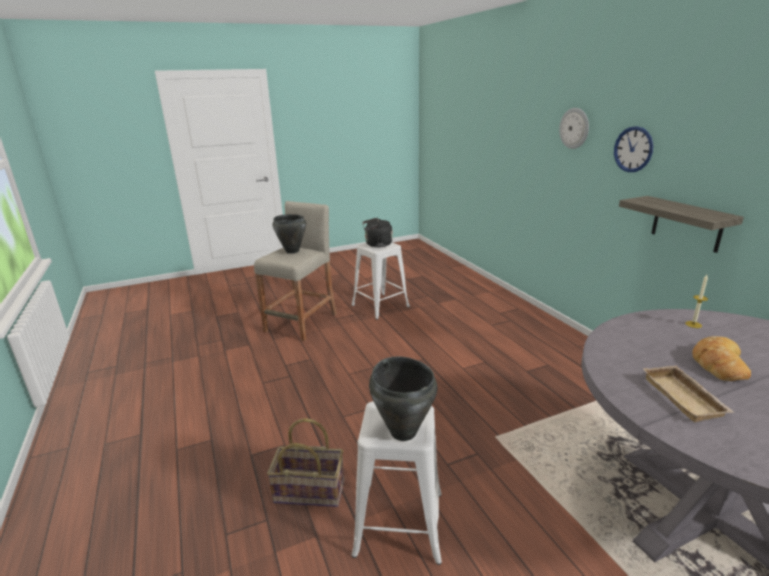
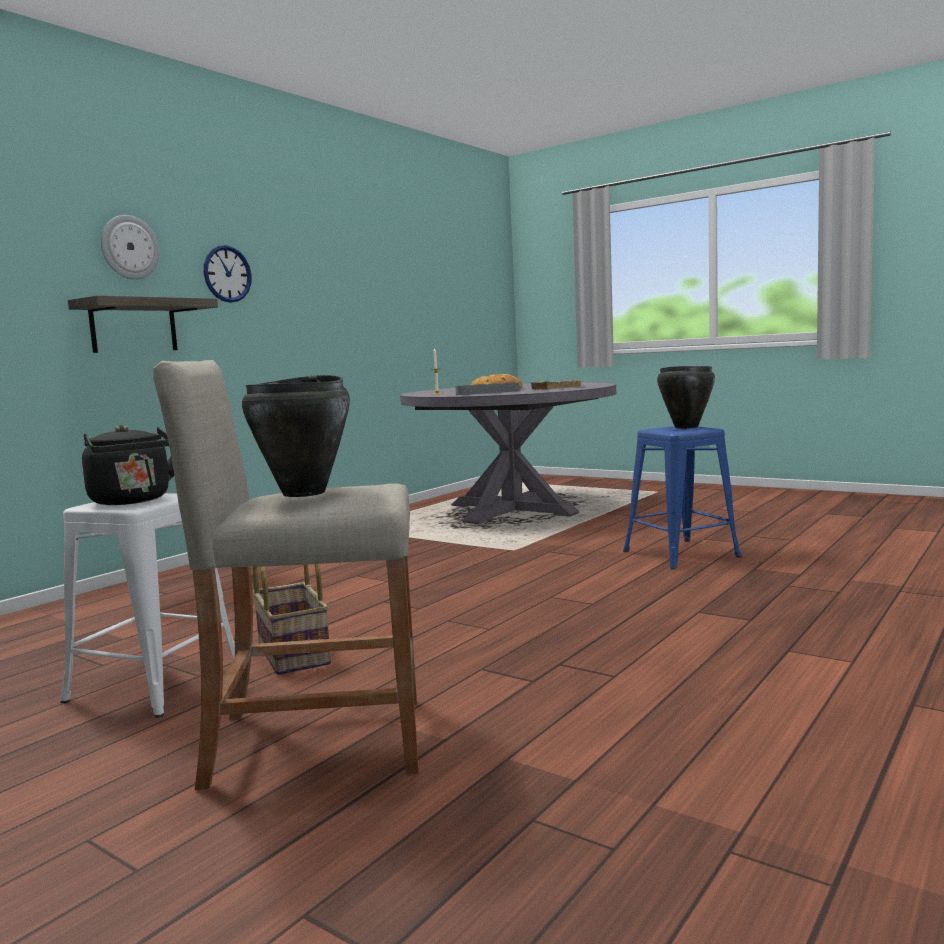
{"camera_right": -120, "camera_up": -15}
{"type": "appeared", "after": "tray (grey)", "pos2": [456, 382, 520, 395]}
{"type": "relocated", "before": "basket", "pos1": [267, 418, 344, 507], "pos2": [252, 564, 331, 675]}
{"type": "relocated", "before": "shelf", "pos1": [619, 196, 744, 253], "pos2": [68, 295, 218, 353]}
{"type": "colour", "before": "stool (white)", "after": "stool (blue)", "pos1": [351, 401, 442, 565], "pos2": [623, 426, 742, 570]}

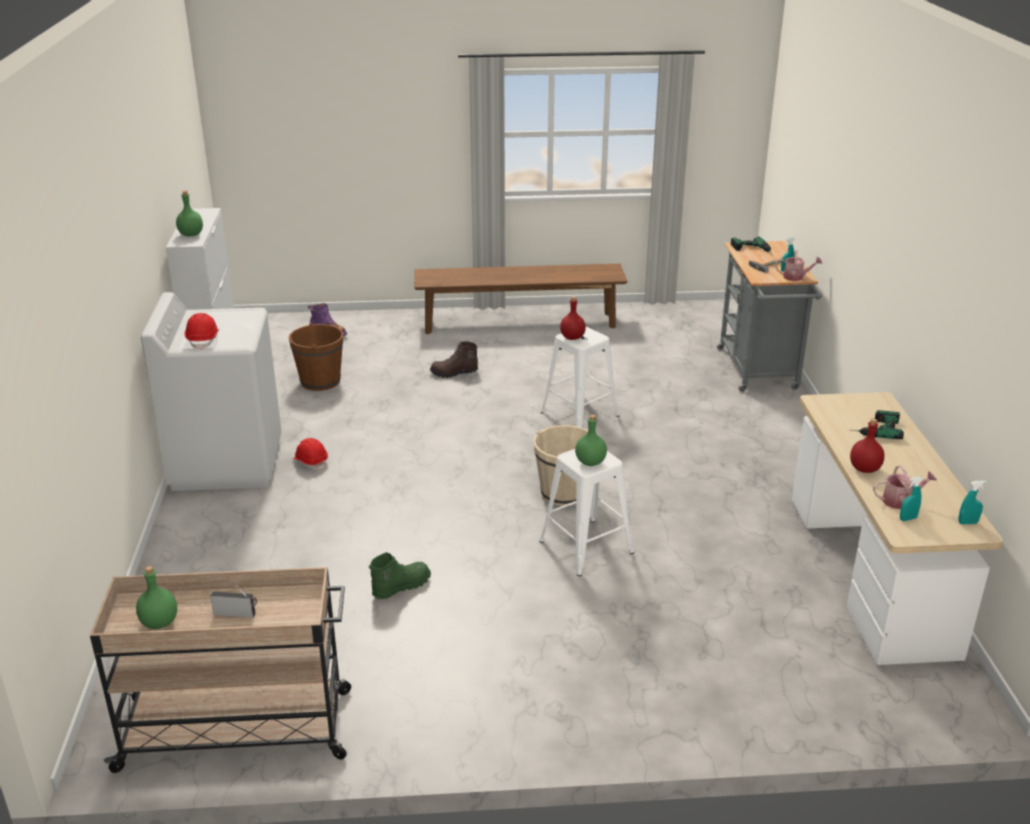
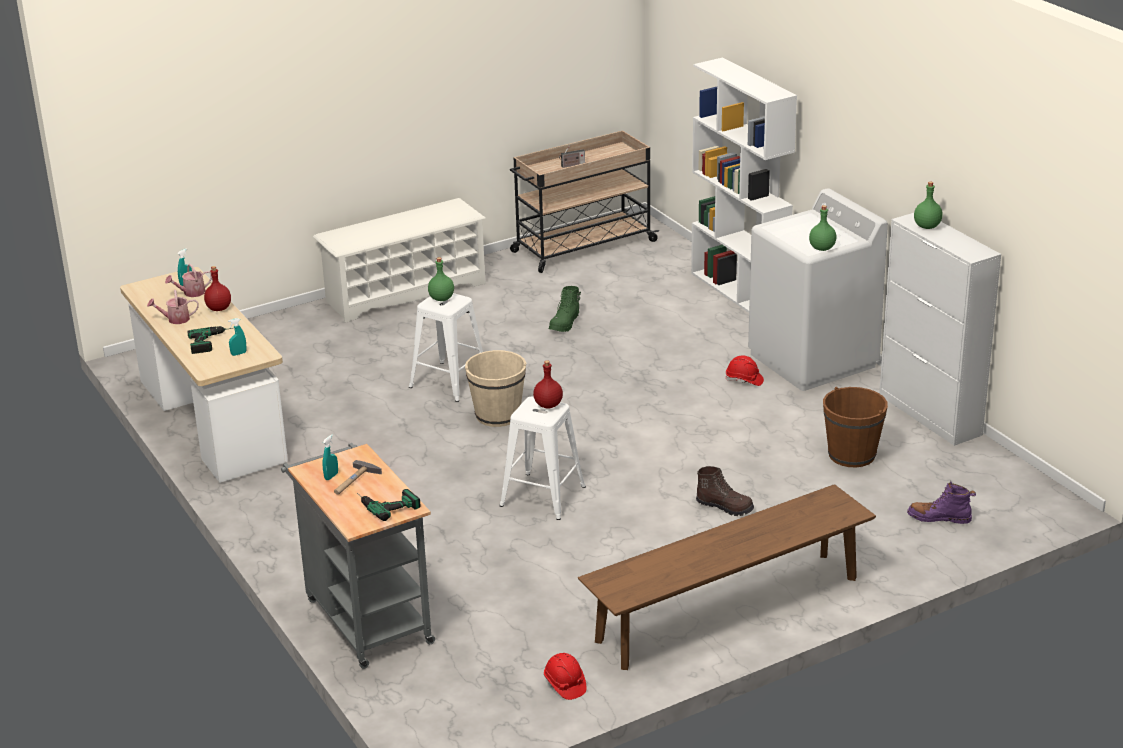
{"camera_right": 155, "camera_up": 0}
{"type": "appeared", "after": "shoe rack (white)", "pos2": [313, 198, 486, 323]}
{"type": "appeared", "after": "bookcase (white)", "pos2": [691, 57, 797, 313]}
{"type": "relocated", "before": "bottle (green)", "pos1": [136, 566, 177, 629], "pos2": [809, 205, 837, 251]}
{"type": "relocated", "before": "hard hat (red)", "pos1": [184, 313, 219, 350], "pos2": [544, 653, 587, 700]}
{"type": "relocated", "before": "watering can", "pos1": [775, 249, 823, 281], "pos2": [147, 290, 199, 324]}
{"type": "relocated", "before": "spray bottle (turquoise)", "pos1": [958, 480, 987, 524], "pos2": [228, 318, 247, 356]}
{"type": "spun", "before": "boot (brown)", "pos1": [430, 341, 478, 378], "pos2": [696, 466, 754, 516], "turn": 60}

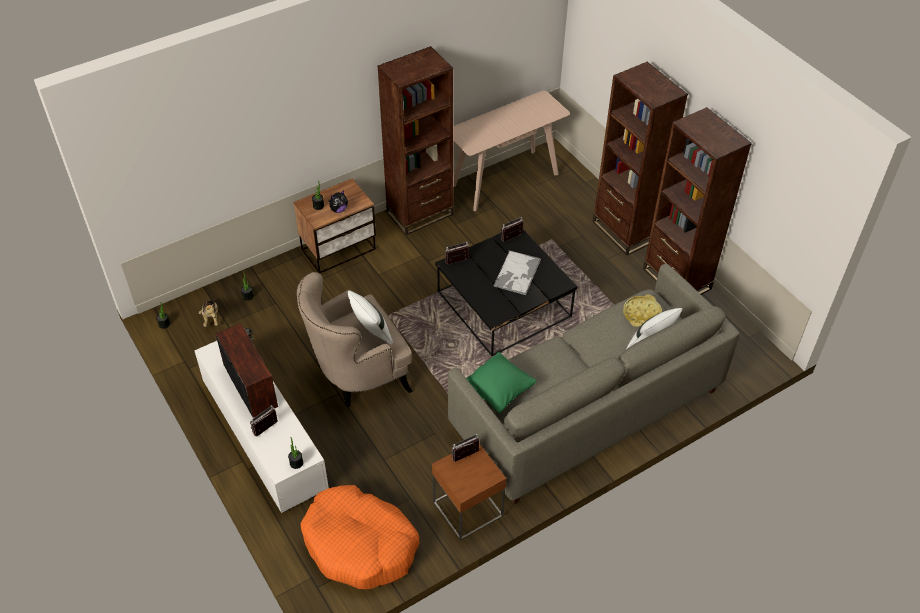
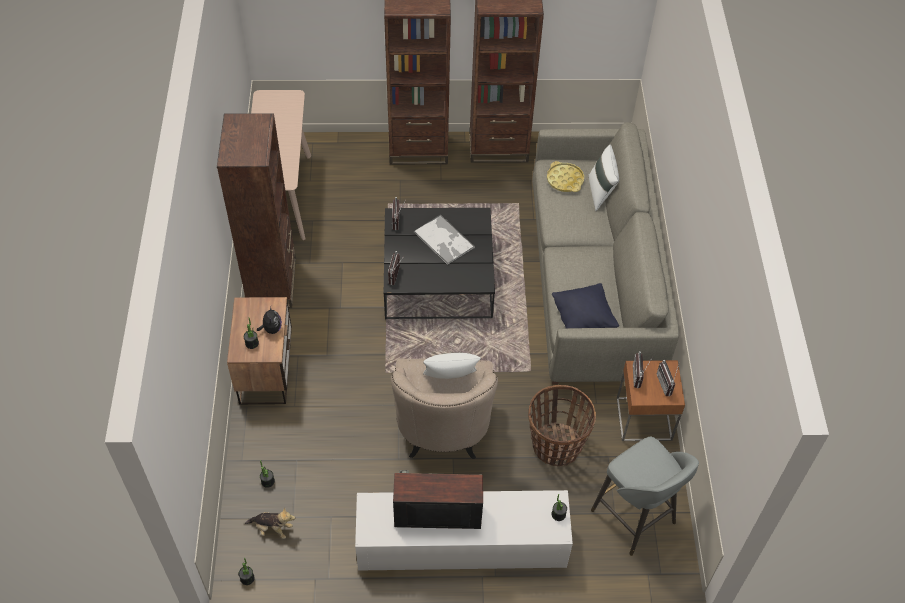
{"camera_right": -60, "camera_up": 5}
{"type": "appeared", "after": "basket", "pos2": [528, 385, 596, 467]}
{"type": "relocated", "before": "radio", "pos1": [250, 405, 278, 437], "pos2": [657, 360, 680, 396]}
{"type": "exchanged", "before": "dog bed (orange)", "after": "stool (grey)", "pos1": [300, 485, 419, 589], "pos2": [591, 437, 699, 556]}
{"type": "colour", "before": "pillow (green)", "after": "pillow (black)", "pos1": [466, 352, 537, 413], "pos2": [552, 283, 619, 328]}

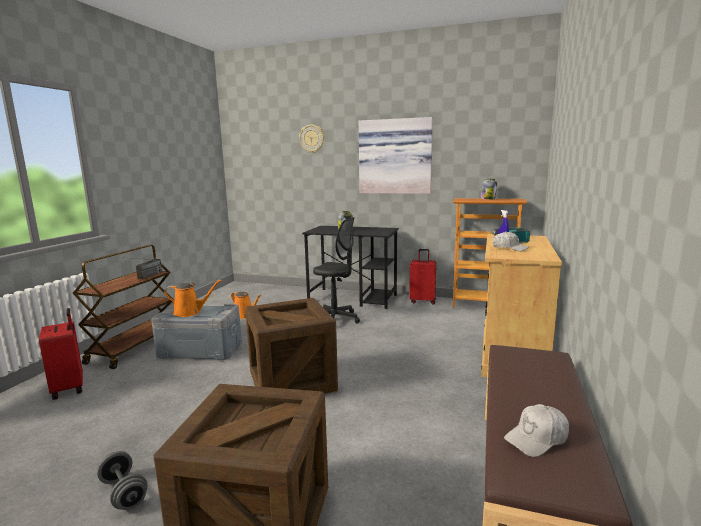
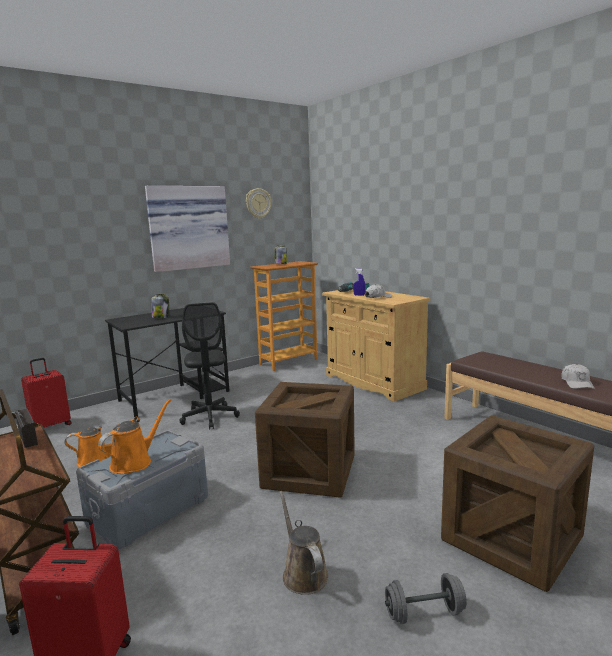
{"camera_right": -55, "camera_up": 0}
{"type": "appeared", "after": "watering can (brown)", "pos2": [280, 491, 328, 595]}
{"type": "relocated", "before": "wall clock", "pos1": [299, 125, 325, 153], "pos2": [246, 188, 271, 219]}
{"type": "relocated", "before": "suitcase (red)", "pos1": [409, 249, 436, 304], "pos2": [21, 358, 72, 428]}
{"type": "spun", "before": "office chair (black)", "pos1": [313, 217, 360, 324], "pos2": [179, 302, 240, 430], "turn": 105}

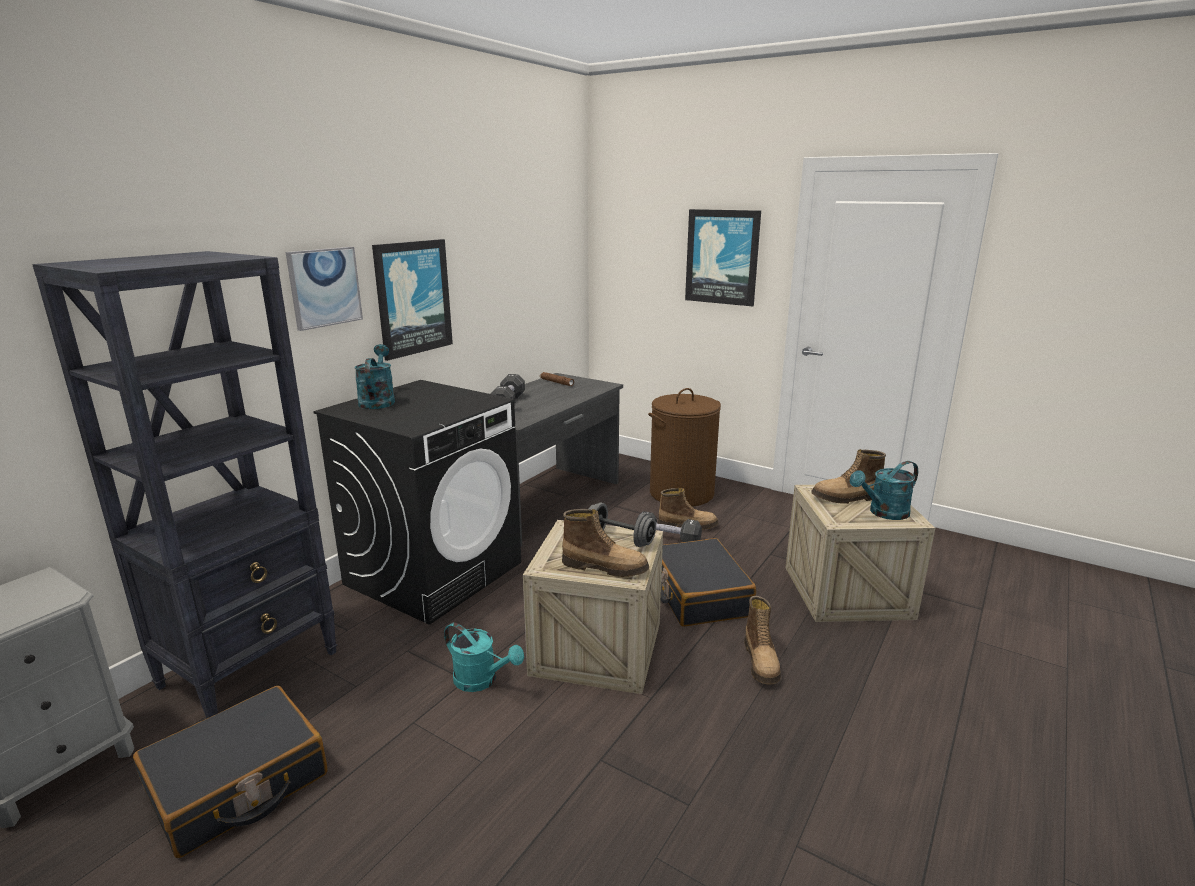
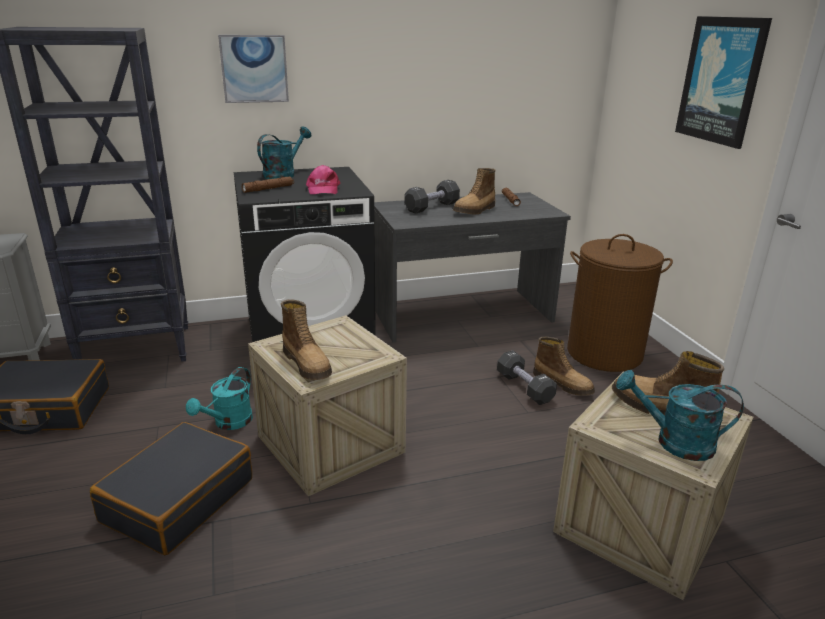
{"camera_right": 40, "camera_up": 5}
{"type": "missing", "before": "picture", "pos1": [372, 239, 453, 361]}
{"type": "missing", "before": "dumbbell (grey)", "pos1": [589, 503, 656, 547]}
{"type": "appeared", "after": "flashlight (brown)", "pos2": [242, 176, 294, 193]}
{"type": "appeared", "after": "cap (pink)", "pos2": [306, 165, 341, 194]}
{"type": "relocated", "before": "suitcase (black)", "pos1": [661, 538, 756, 627], "pos2": [90, 422, 252, 555]}
{"type": "relocated", "before": "boot", "pos1": [744, 596, 781, 685], "pos2": [453, 168, 495, 215]}
{"type": "spun", "before": "watering can (turquoise)", "pos1": [444, 623, 524, 692], "pos2": [186, 367, 253, 430], "turn": 45}

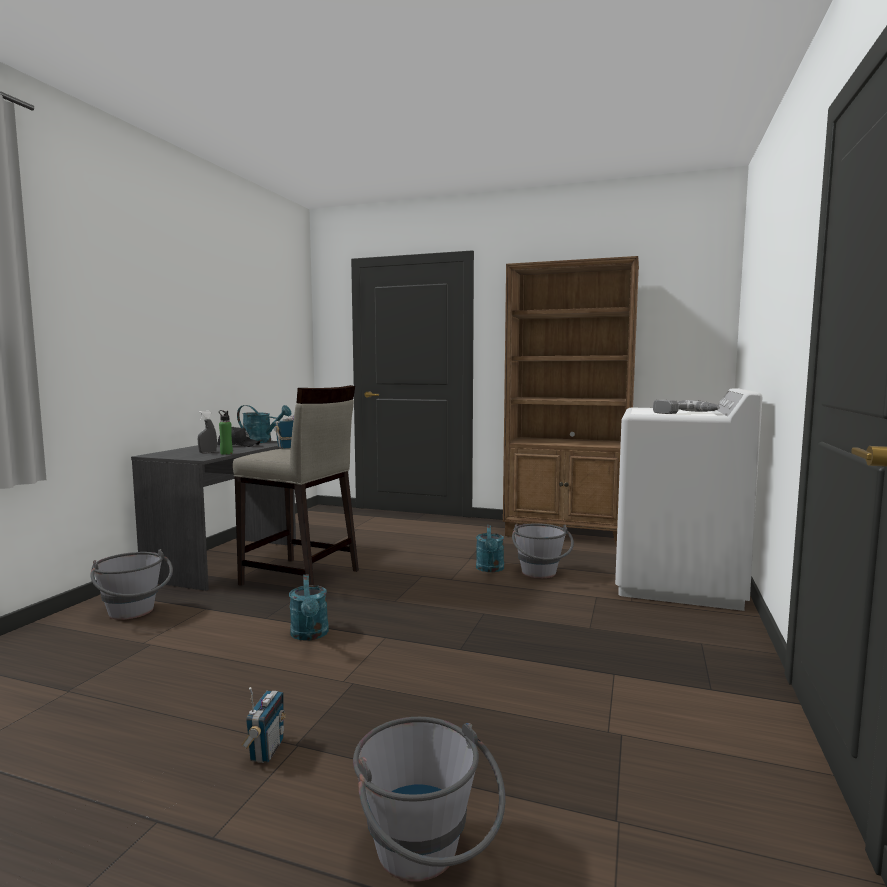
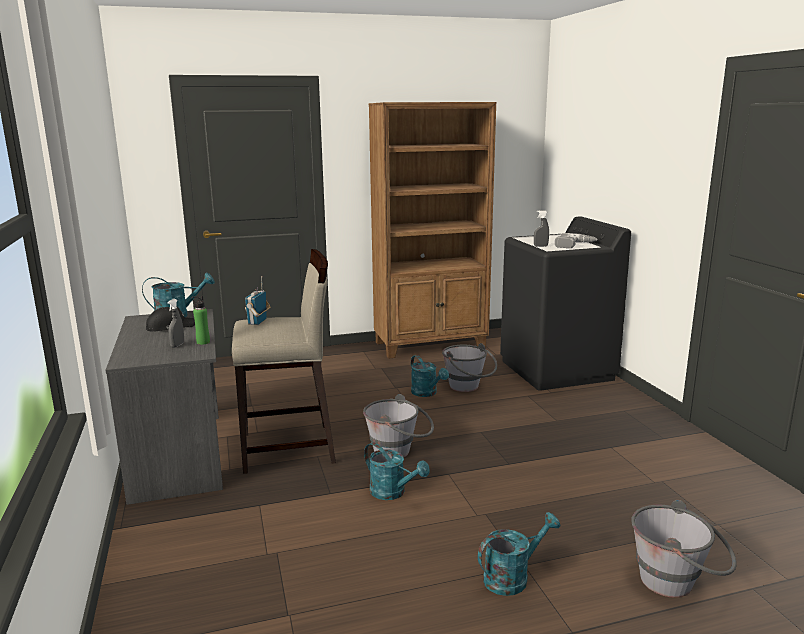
{"camera_right": -35, "camera_up": 10}
{"type": "appeared", "after": "spray bottle (grey)", "pos2": [534, 210, 549, 247]}
{"type": "relocated", "before": "bucket (grey)", "pos1": [91, 549, 173, 620], "pos2": [363, 394, 434, 457]}
{"type": "exchanged", "before": "radio", "after": "watering can (turquoise)", "pos1": [241, 687, 286, 763], "pos2": [478, 512, 560, 596]}
{"type": "colour", "before": "washing machine (white)", "after": "washing machine (black)", "pos1": [615, 388, 763, 611], "pos2": [500, 216, 631, 391]}

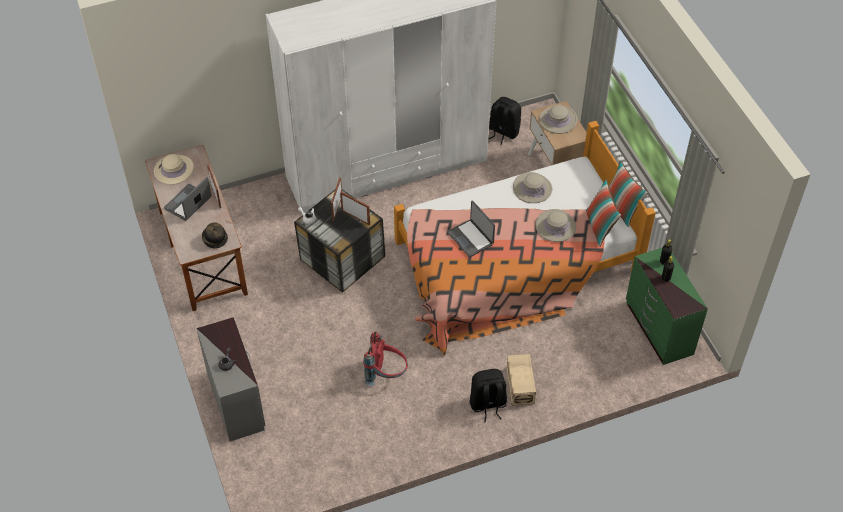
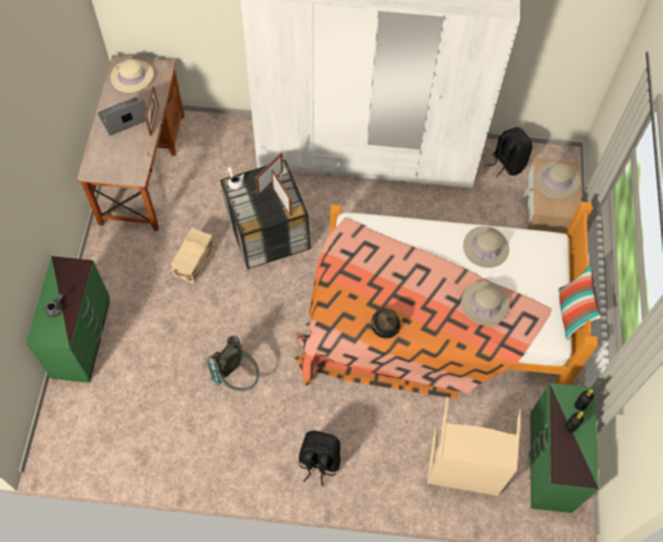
{"camera_right": 25, "camera_up": 10}
{"type": "missing", "before": "laptop", "pos1": [447, 200, 495, 257]}
{"type": "missing", "before": "pillow", "pos1": [586, 179, 621, 247]}
{"type": "appeared", "after": "laundry basket (beige)", "pos2": [427, 397, 521, 496]}
{"type": "relocated", "before": "hat", "pos1": [202, 222, 228, 248], "pos2": [371, 308, 401, 338]}
{"type": "relocated", "before": "storage box (beige)", "pos1": [507, 354, 536, 406], "pos2": [170, 228, 214, 284]}
{"type": "colour", "before": "dresser (grey)", "after": "dresser (green)", "pos1": [196, 317, 265, 441], "pos2": [26, 256, 110, 383]}
{"type": "colour", "before": "backpack (red)", "after": "backpack (grey)", "pos1": [363, 331, 408, 386], "pos2": [207, 336, 259, 391]}

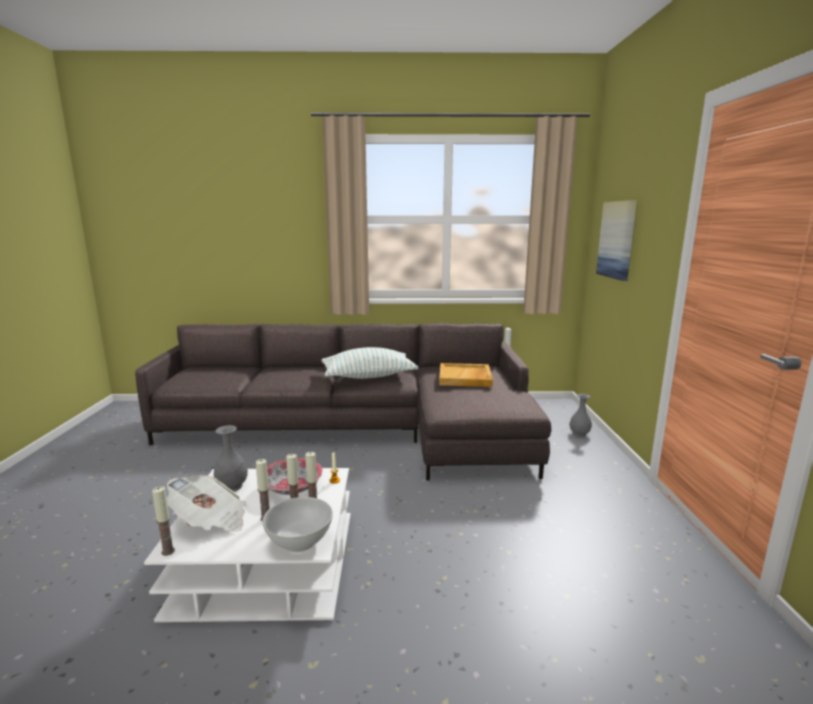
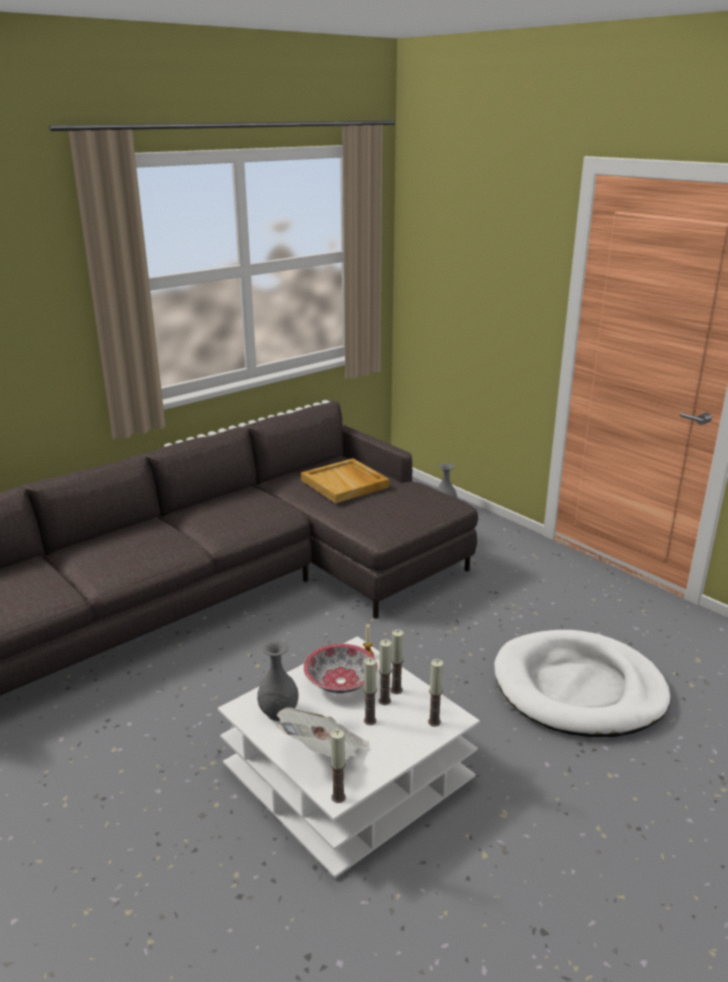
{"camera_right": -40, "camera_up": 10}
{"type": "missing", "before": "pillow", "pos1": [321, 347, 418, 379]}
{"type": "missing", "before": "picture", "pos1": [596, 200, 637, 281]}
{"type": "appeared", "after": "dog bed (white)", "pos2": [494, 630, 670, 737]}
{"type": "exchanged", "before": "bowl (white)", "after": "candle", "pos1": [263, 497, 333, 552], "pos2": [428, 659, 443, 727]}

